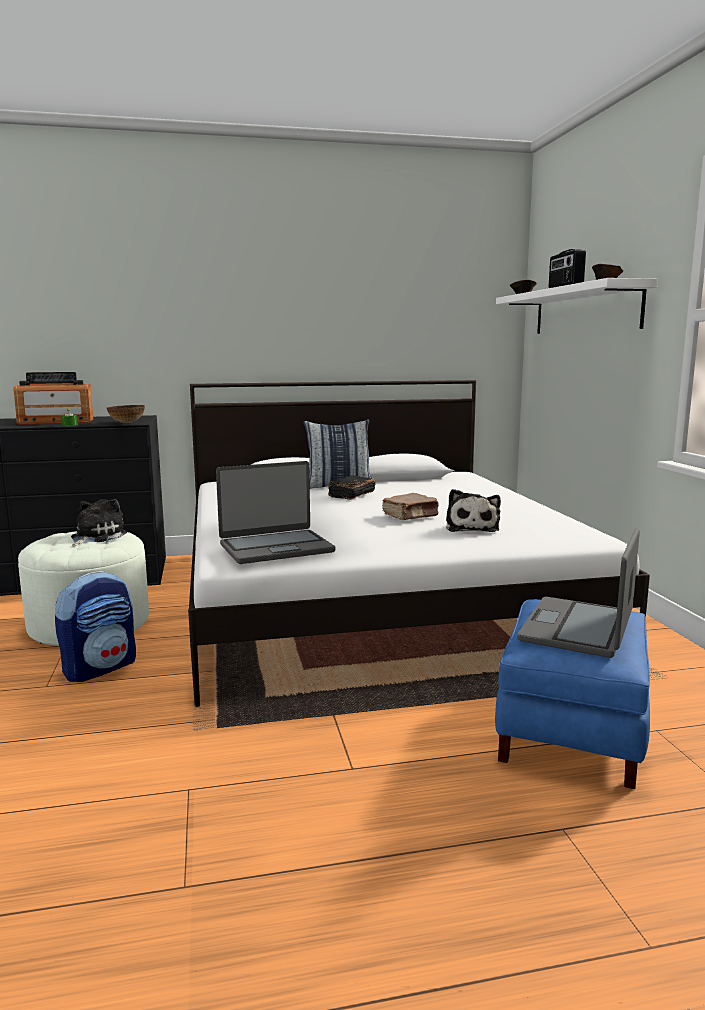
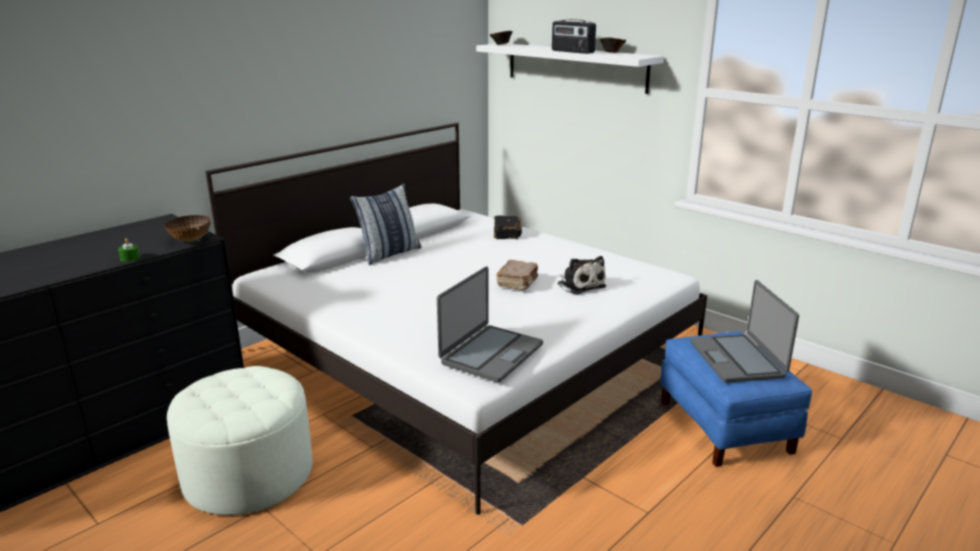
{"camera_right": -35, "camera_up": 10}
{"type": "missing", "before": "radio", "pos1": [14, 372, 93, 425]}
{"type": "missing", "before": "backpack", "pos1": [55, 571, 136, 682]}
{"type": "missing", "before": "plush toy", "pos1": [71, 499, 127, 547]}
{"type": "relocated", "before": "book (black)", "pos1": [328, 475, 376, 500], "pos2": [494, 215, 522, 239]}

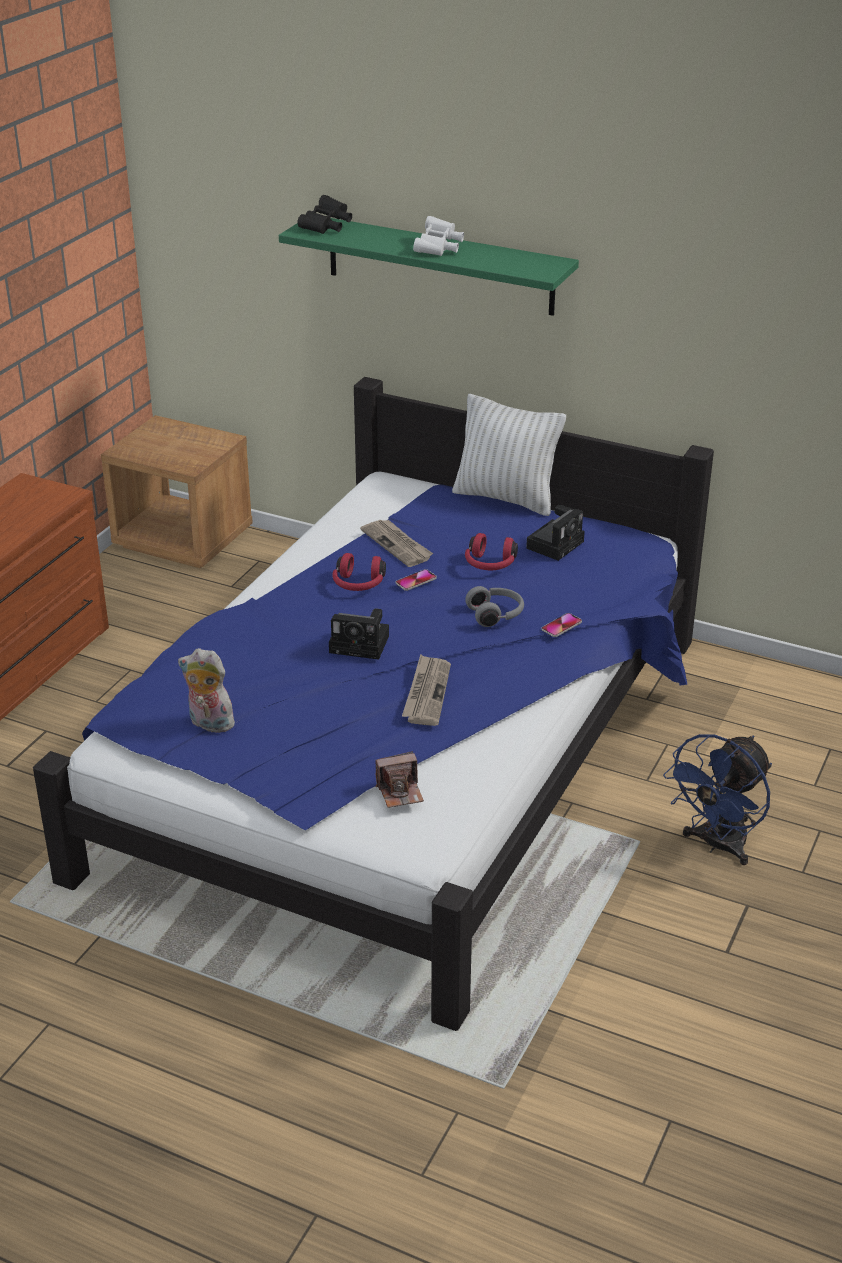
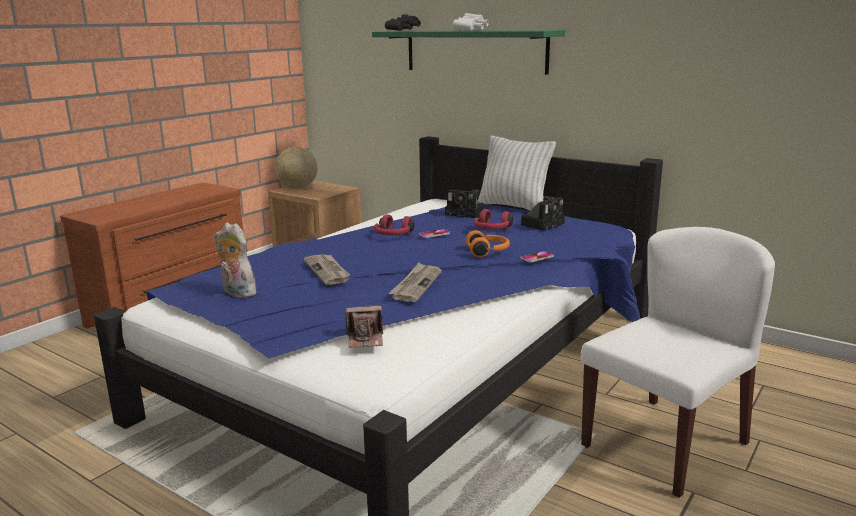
{"camera_right": 10, "camera_up": -15}
{"type": "appeared", "after": "globe", "pos2": [275, 146, 318, 189]}
{"type": "relocated", "before": "photo camera", "pos1": [329, 608, 389, 660], "pos2": [445, 189, 484, 218]}
{"type": "relocated", "before": "newspaper", "pos1": [360, 520, 433, 567], "pos2": [304, 254, 350, 285]}
{"type": "exchanged", "before": "fan (blue)", "after": "chair (white)", "pos1": [663, 734, 772, 865], "pos2": [581, 227, 775, 498]}
{"type": "colour", "before": "headphones (grey)", "after": "headphones (orange)", "pos1": [465, 586, 524, 627], "pos2": [466, 230, 510, 257]}

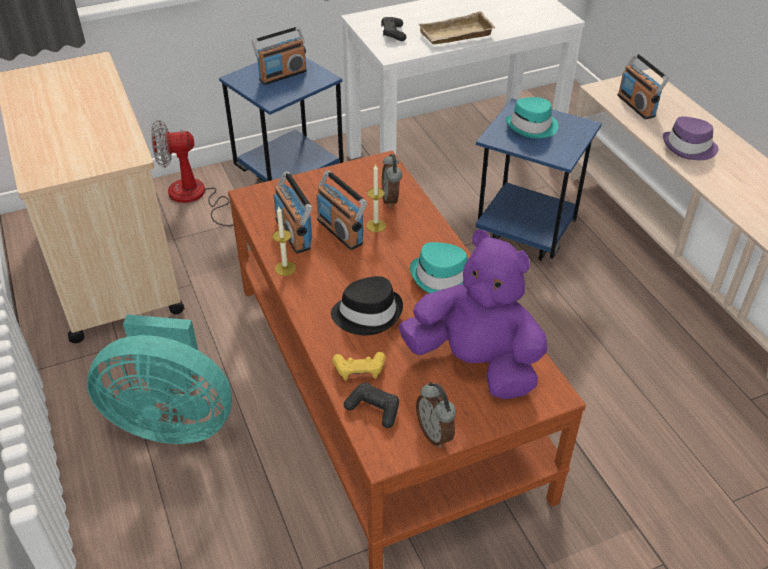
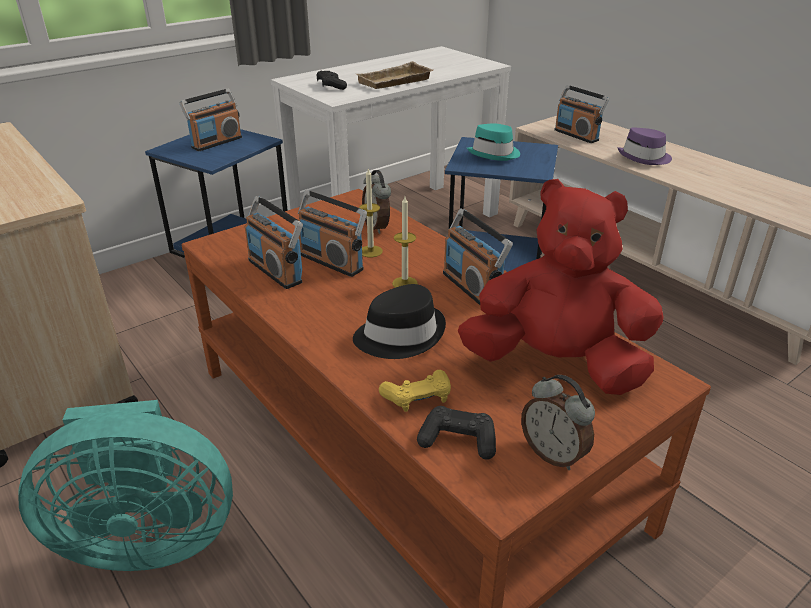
{"camera_right": -15, "camera_up": -10}
{"type": "missing", "before": "fan", "pos1": [151, 120, 234, 226]}
{"type": "relocated", "before": "candle", "pos1": [273, 207, 296, 276], "pos2": [392, 196, 418, 288]}
{"type": "exchanged", "before": "hat (turquoise)", "after": "radio", "pos1": [410, 242, 468, 293], "pos2": [443, 208, 513, 305]}
{"type": "colour", "before": "plush toy (purple)", "after": "plush toy (red)", "pos1": [398, 230, 548, 399], "pos2": [458, 179, 664, 395]}

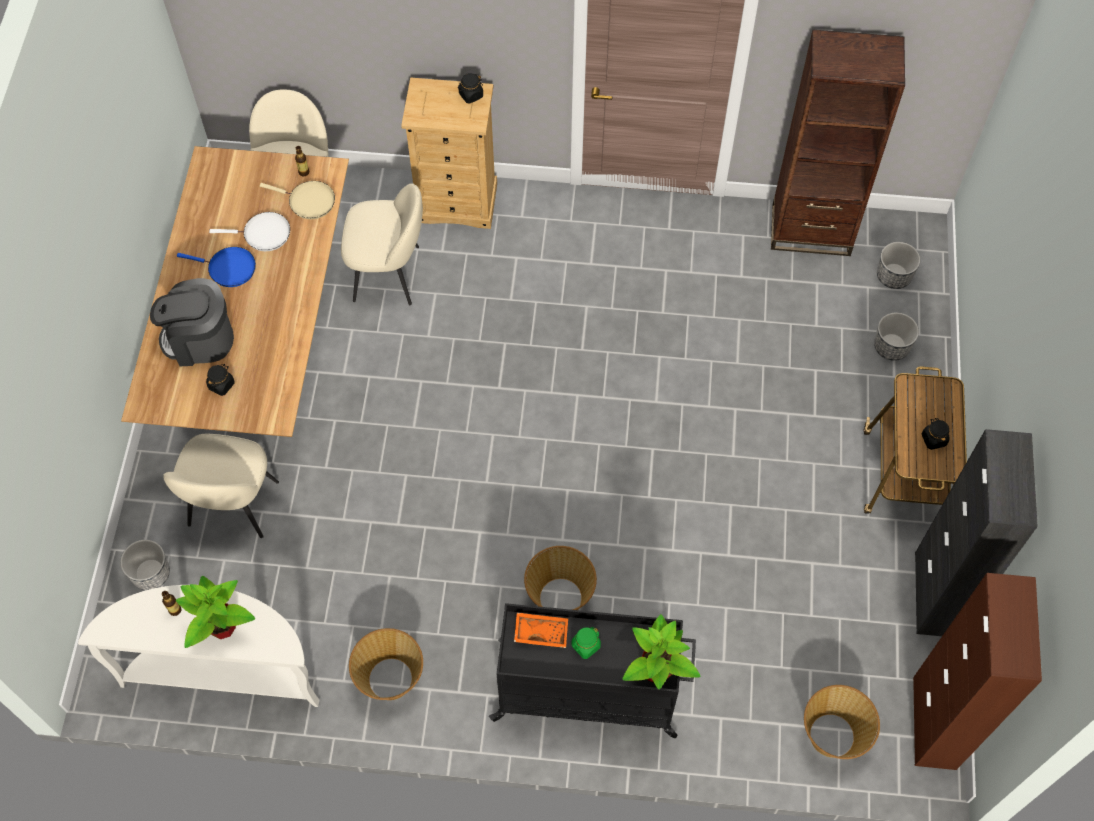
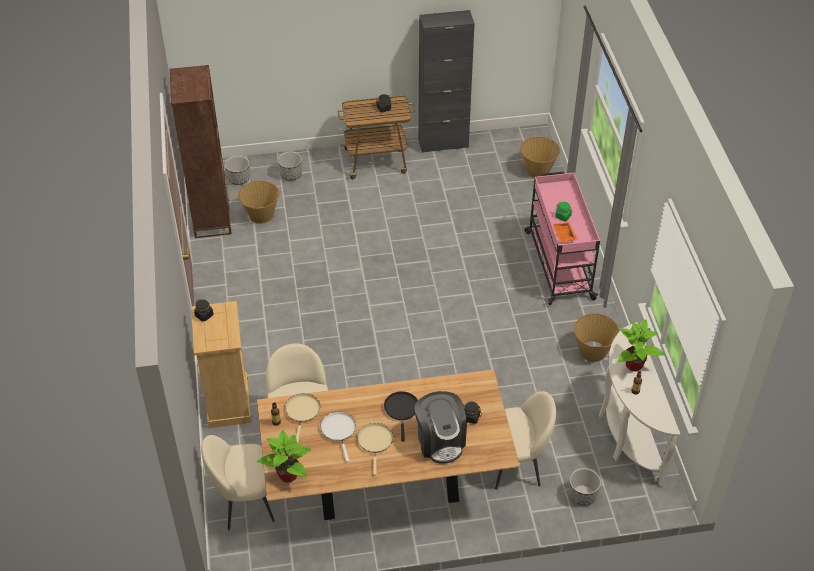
{"camera_right": -105, "camera_up": -15}
{"type": "missing", "before": "cabinet (brown)", "pos1": [913, 573, 1042, 770]}
{"type": "appeared", "after": "frying pan (black)", "pos2": [384, 391, 418, 442]}
{"type": "relocated", "before": "basket", "pos1": [524, 546, 597, 610], "pos2": [238, 181, 279, 224]}
{"type": "relocated", "before": "potted plant", "pos1": [623, 614, 700, 689], "pos2": [257, 430, 311, 483]}
{"type": "colour", "before": "frying pan (blue)", "after": "frying pan (beige)", "pos1": [177, 247, 256, 287], "pos2": [357, 423, 393, 475]}
{"type": "colour", "before": "cart (black)", "after": "cart (pink)", "pos1": [489, 603, 696, 738], "pos2": [525, 172, 600, 306]}

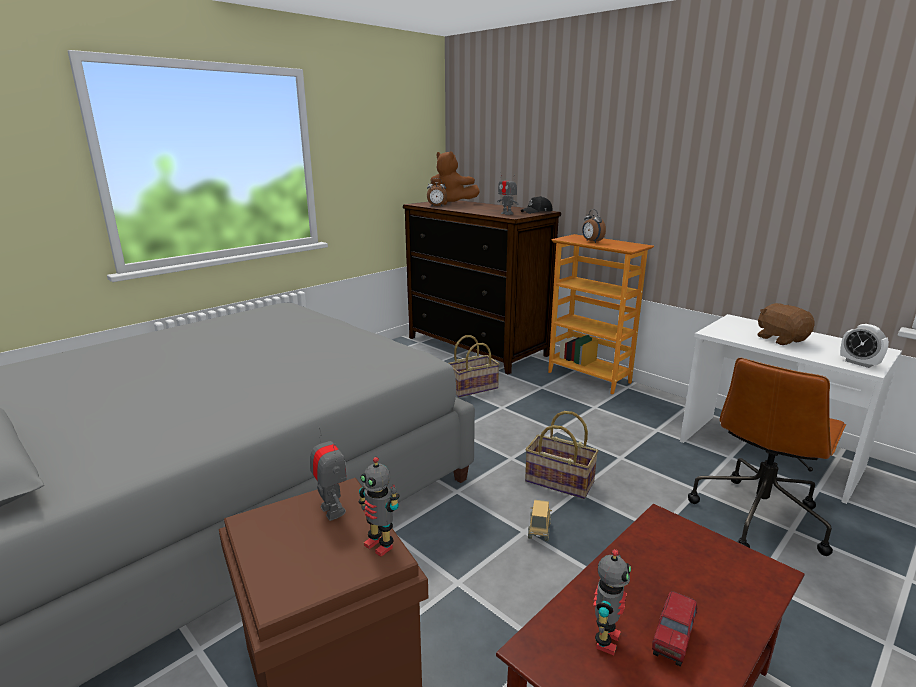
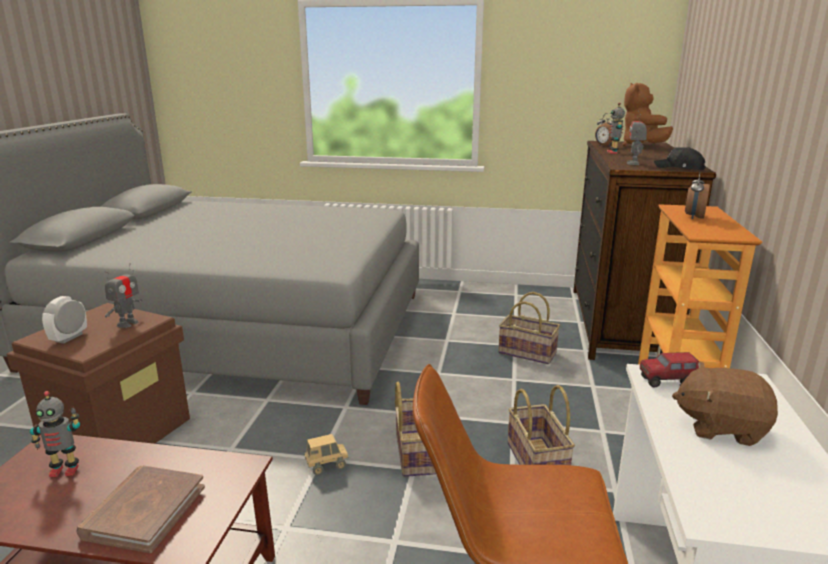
{"camera_right": 55, "camera_up": 0}
{"type": "appeared", "after": "book (brown)", "pos2": [76, 466, 205, 553]}
{"type": "appeared", "after": "basket", "pos2": [508, 385, 575, 465]}
{"type": "relocated", "before": "toy robot", "pos1": [358, 457, 400, 557], "pos2": [607, 103, 625, 154]}
{"type": "relocated", "before": "toy truck", "pos1": [652, 591, 697, 667], "pos2": [640, 352, 699, 388]}
{"type": "relocated", "before": "alarm clock", "pos1": [840, 324, 889, 368], "pos2": [42, 296, 87, 344]}
{"type": "spun", "before": "plush toy (brown)", "pos1": [757, 303, 815, 345], "pos2": [672, 361, 778, 446], "turn": -105}

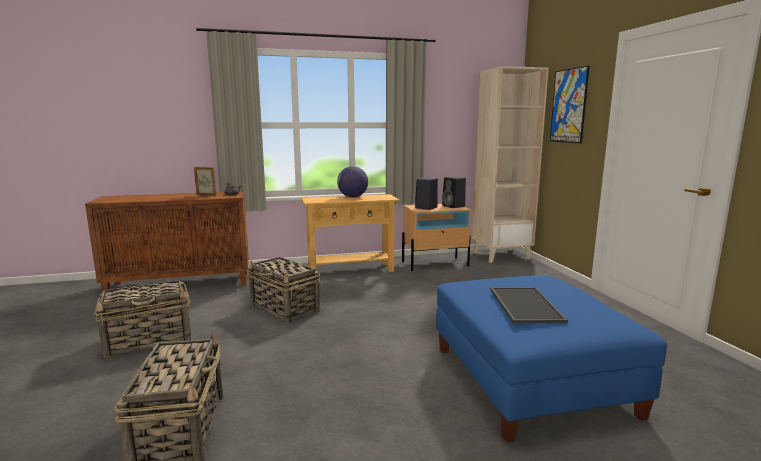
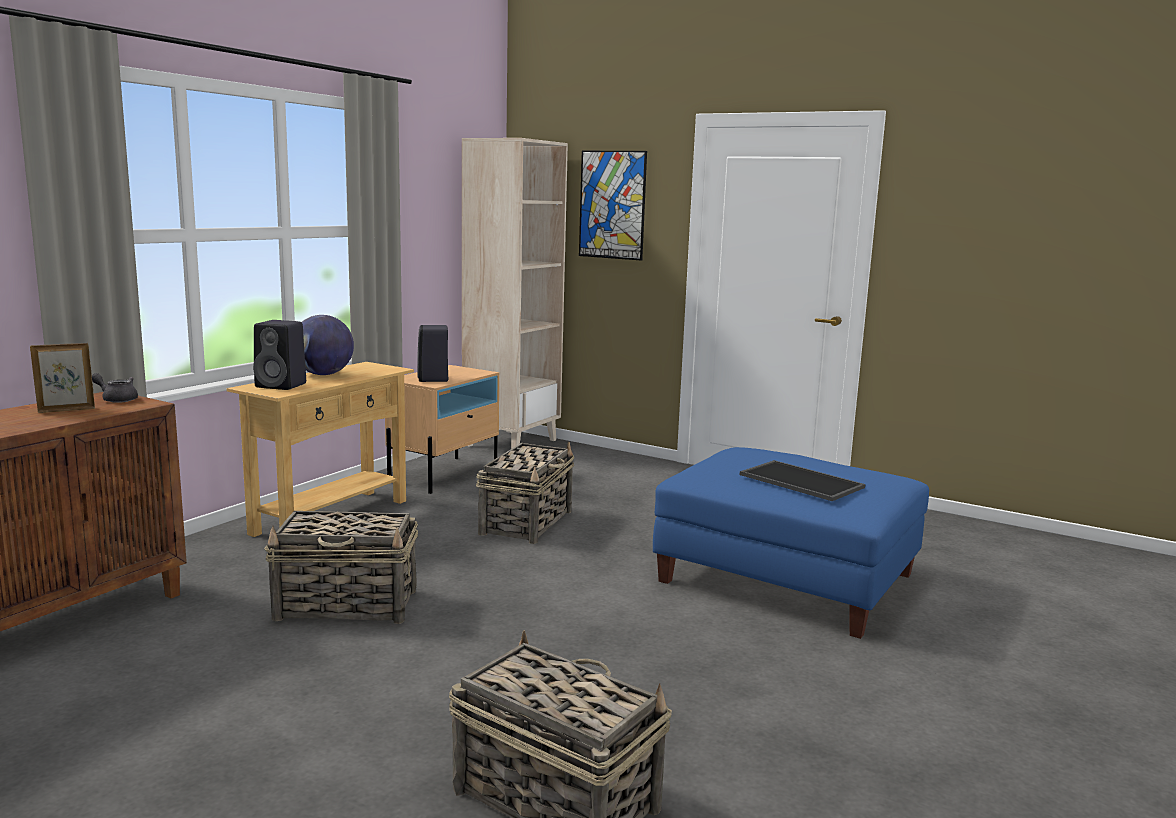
{"camera_right": -45, "camera_up": 0}
{"type": "relocated", "before": "basket", "pos1": [94, 280, 192, 358], "pos2": [476, 442, 574, 544]}
{"type": "relocated", "before": "speaker (black)", "pos1": [442, 176, 466, 208], "pos2": [253, 320, 306, 390]}

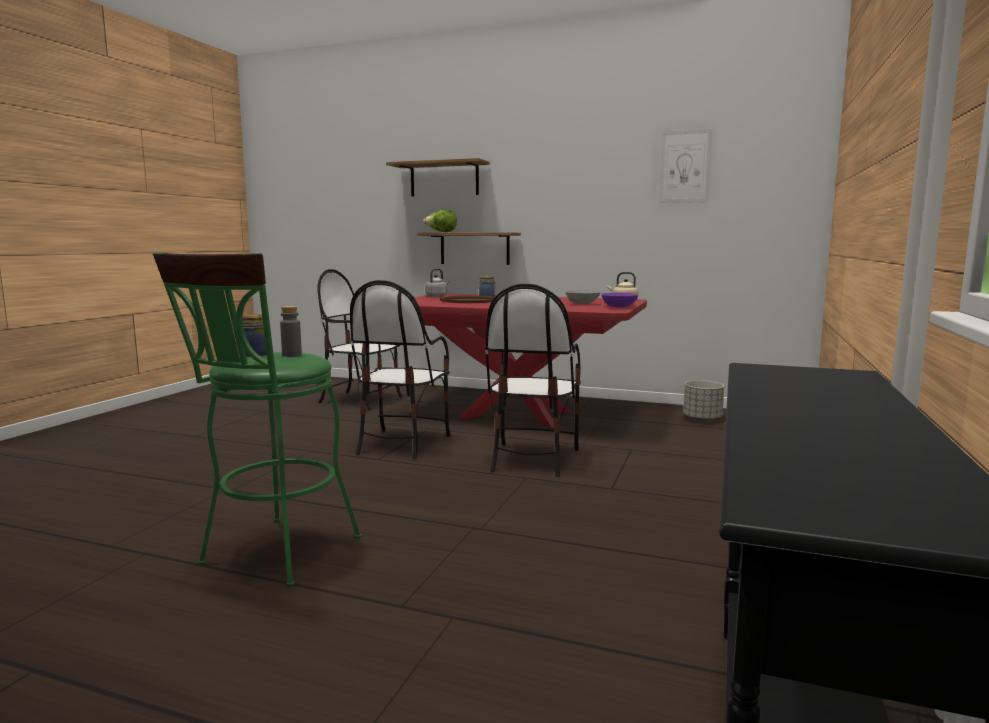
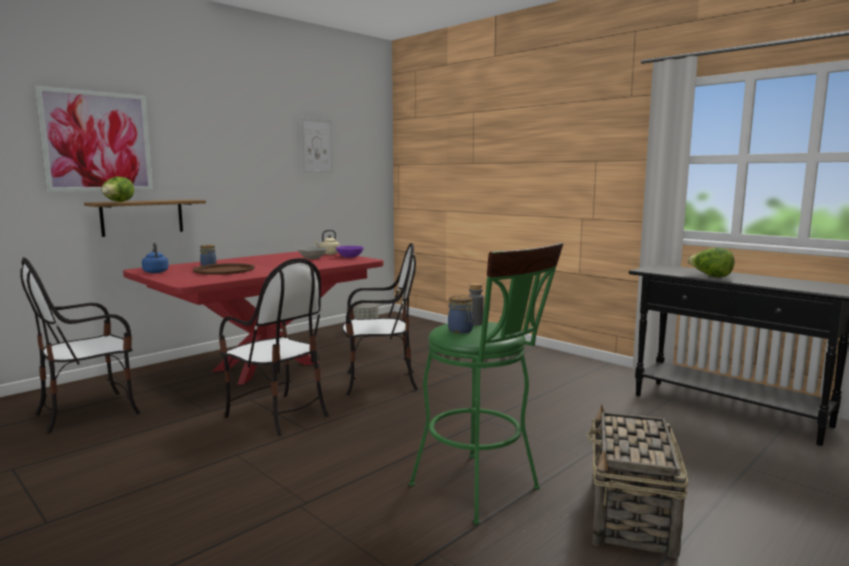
{"camera_right": -65, "camera_up": 0}
{"type": "appeared", "after": "basket", "pos2": [586, 405, 688, 559]}
{"type": "appeared", "after": "lettuce", "pos2": [687, 248, 735, 277]}
{"type": "exchanged", "before": "shelf", "after": "picture", "pos1": [386, 158, 490, 197], "pos2": [35, 86, 153, 192]}
{"type": "colour", "before": "kettle (grey)", "after": "kettle (blue)", "pos1": [425, 269, 450, 297], "pos2": [142, 242, 169, 273]}
{"type": "spun", "before": "chair", "pos1": [485, 284, 581, 477], "pos2": [342, 243, 418, 395], "turn": -45}

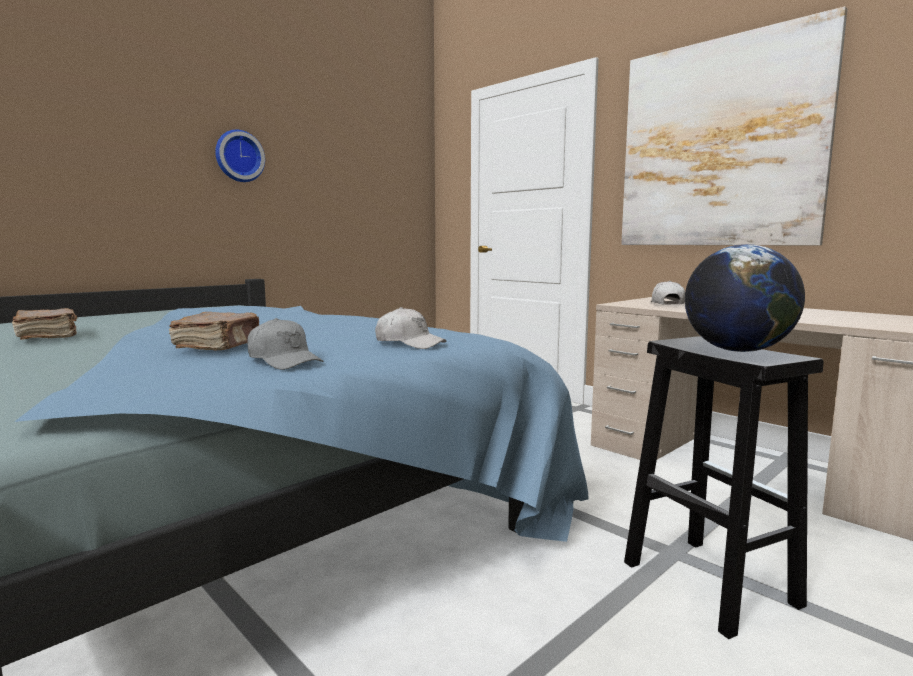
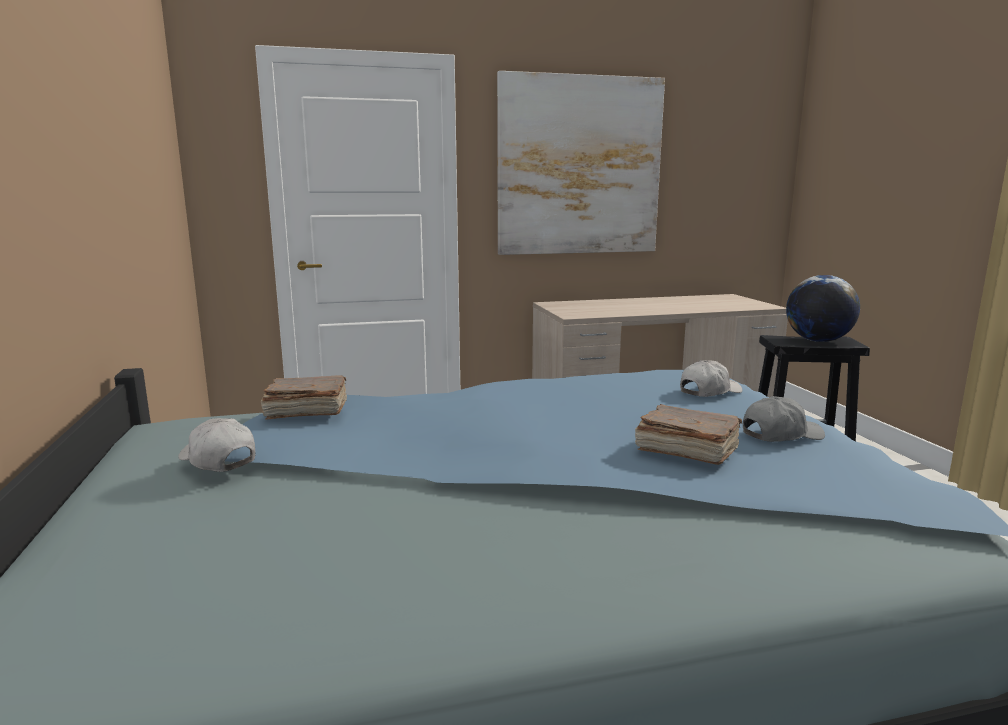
{"camera_right": -60, "camera_up": 5}
{"type": "missing", "before": "wall clock", "pos1": [215, 130, 265, 182]}
{"type": "relocated", "before": "book (brown)", "pos1": [12, 308, 77, 340], "pos2": [260, 375, 347, 420]}
{"type": "relocated", "before": "cap (white)", "pos1": [651, 281, 685, 304], "pos2": [178, 418, 256, 472]}

